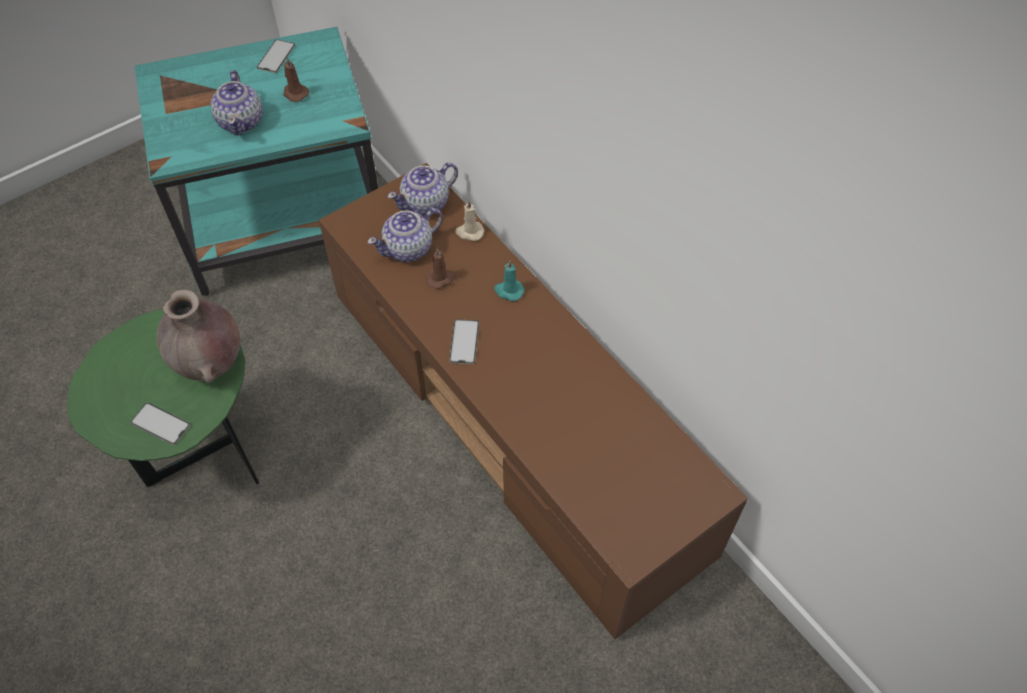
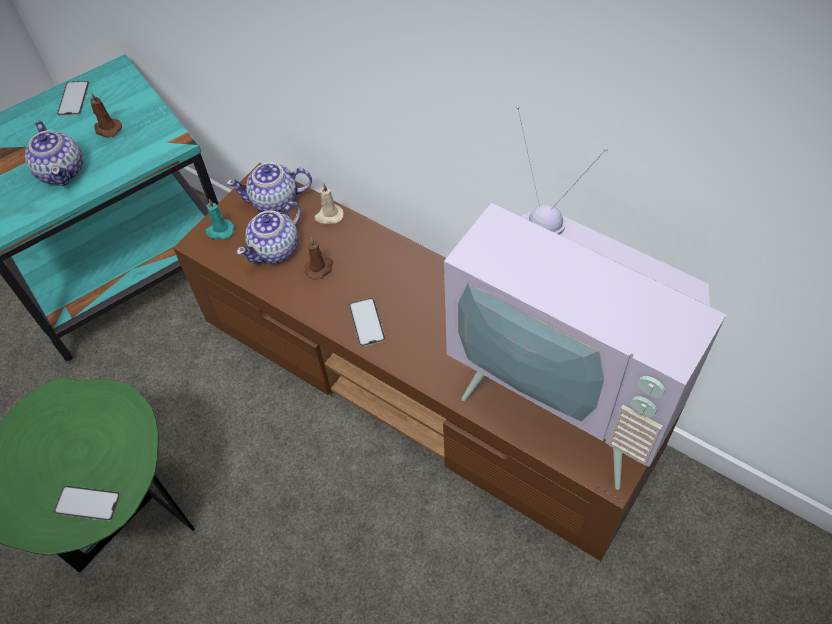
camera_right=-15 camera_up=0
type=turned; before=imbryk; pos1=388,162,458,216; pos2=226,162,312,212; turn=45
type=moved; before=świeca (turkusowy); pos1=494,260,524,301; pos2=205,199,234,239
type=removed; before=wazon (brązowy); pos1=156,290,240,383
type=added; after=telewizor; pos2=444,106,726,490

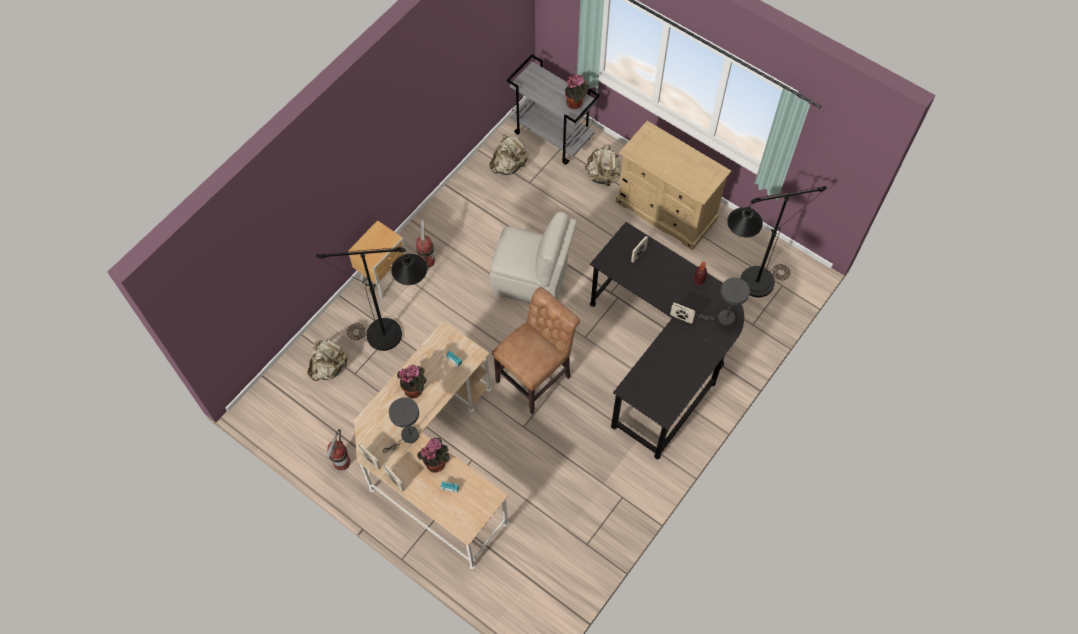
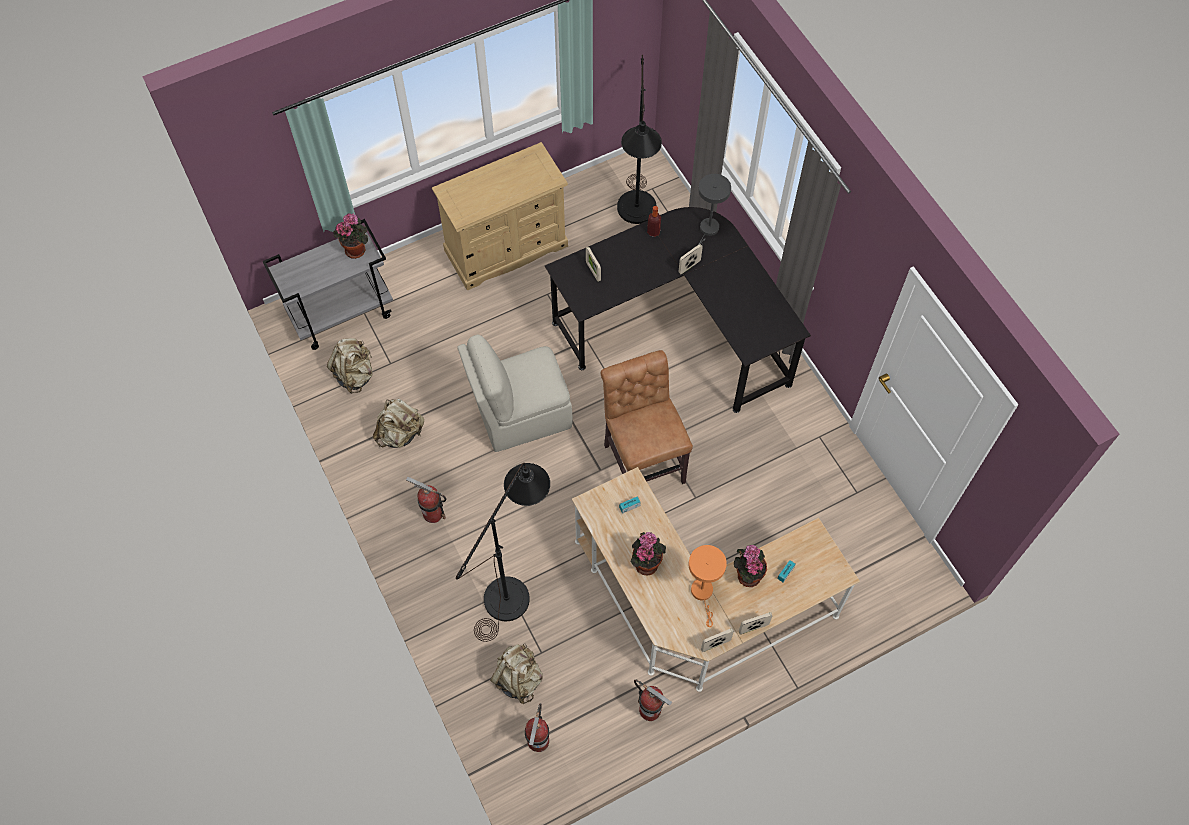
camera_right=-65 camera_up=0
type=moved; before=plecak (beżowy); pos1=585,144,621,186; pos2=373,399,424,448
type=turned; before=krzesło (beżowy); pos1=490,212,577,303; pos2=457,334,572,452; turn=-150
type=removed; before=szafka nocna (brązowy); pos1=348,220,406,298
type=recoloured; before=lampa stołowa (szary); after=lampa stołowa (pomarańczowy); pos1=383,398,419,453; pos2=689,545,727,627
type=added; after=gaśnica; pos2=525,703,549,752

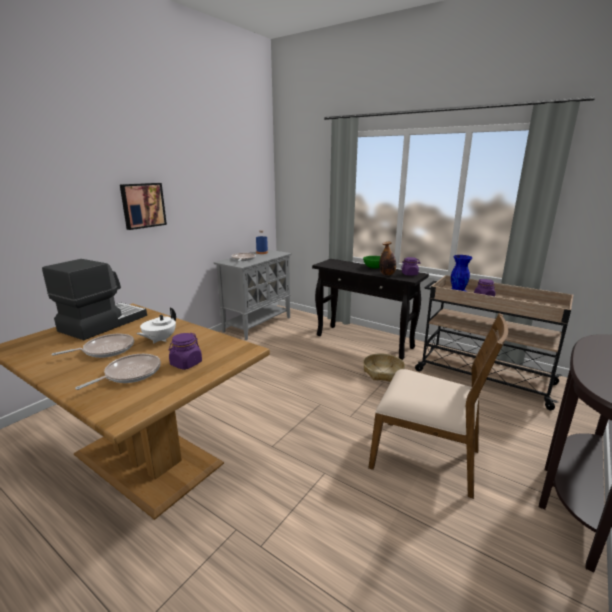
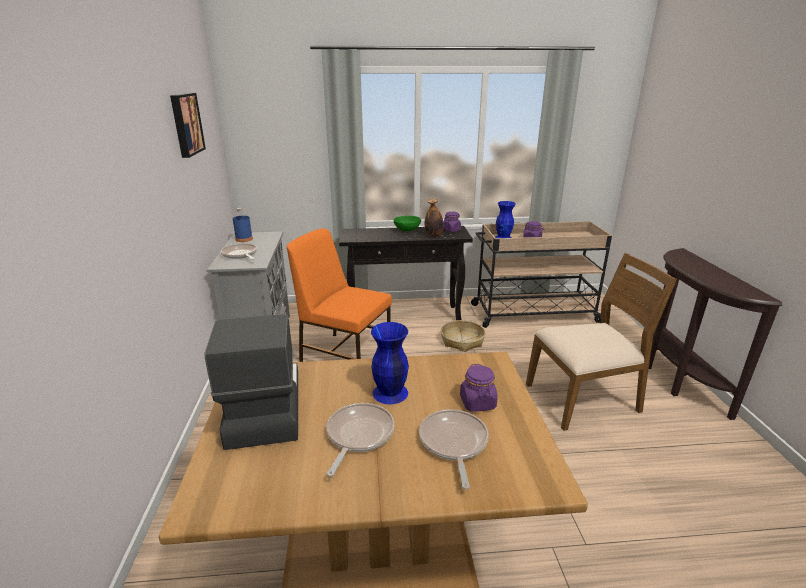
camera_right=-40 camera_up=5
type=moved; before=obraz; pos1=120,183,167,230; pos2=170,93,206,158
type=replaced; before=imbryk (biały); after=wazon (niebieski); pos1=136,308,176,344; pos2=371,322,409,404
type=added; after=krzesło (pomarańczowy); pos2=287,228,392,362

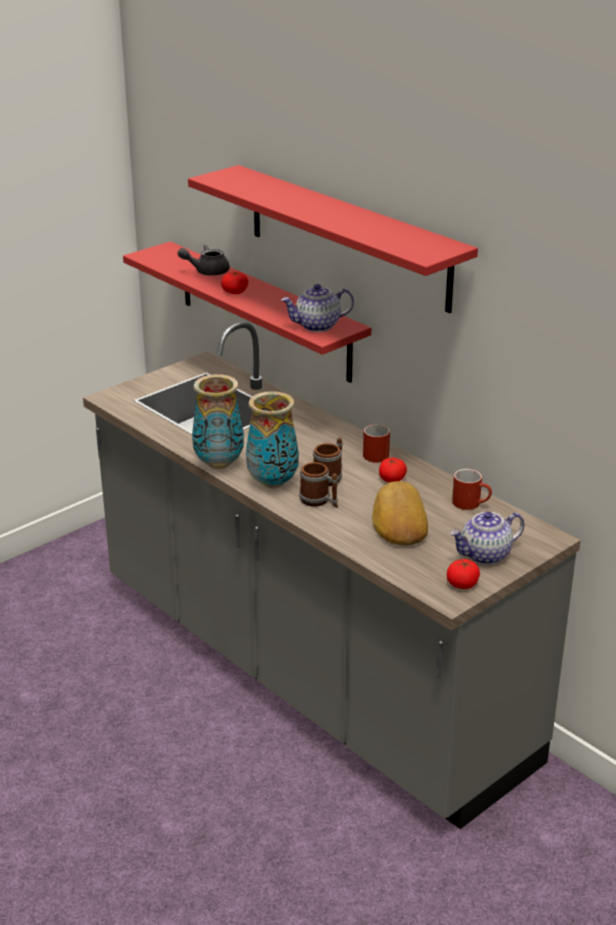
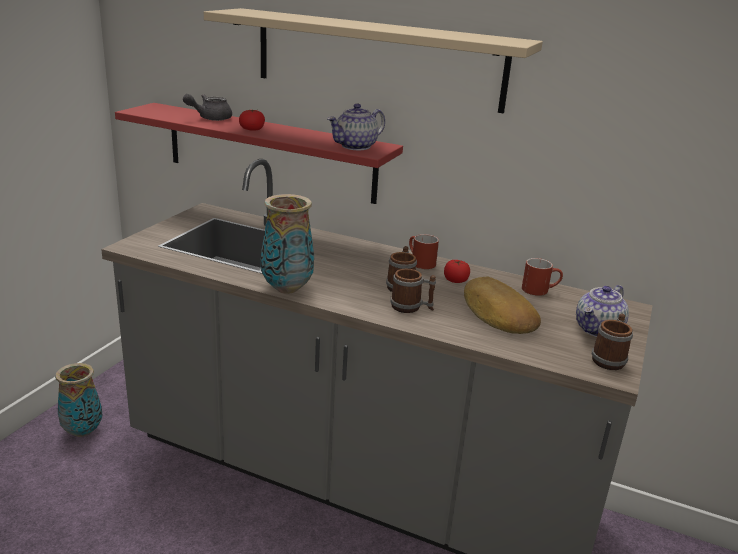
camera_right=-25 camera_up=-5
type=recoloured; before=półka (czerwony); after=półka (beżowy); pos1=188,165,478,313; pos2=204,8,543,114
type=moved; before=wazon; pos1=246,391,299,488; pos2=55,363,102,437
type=replaced; before=pomidor; after=kubek; pos1=447,559,480,589; pos2=592,313,633,370

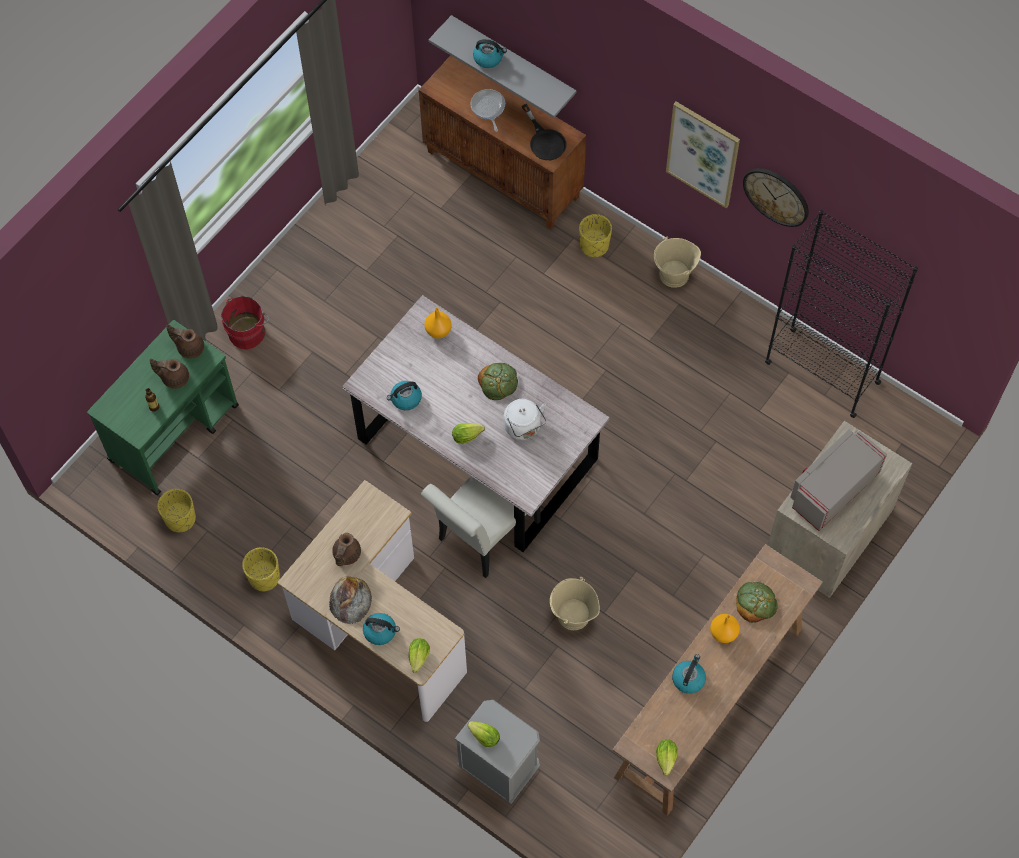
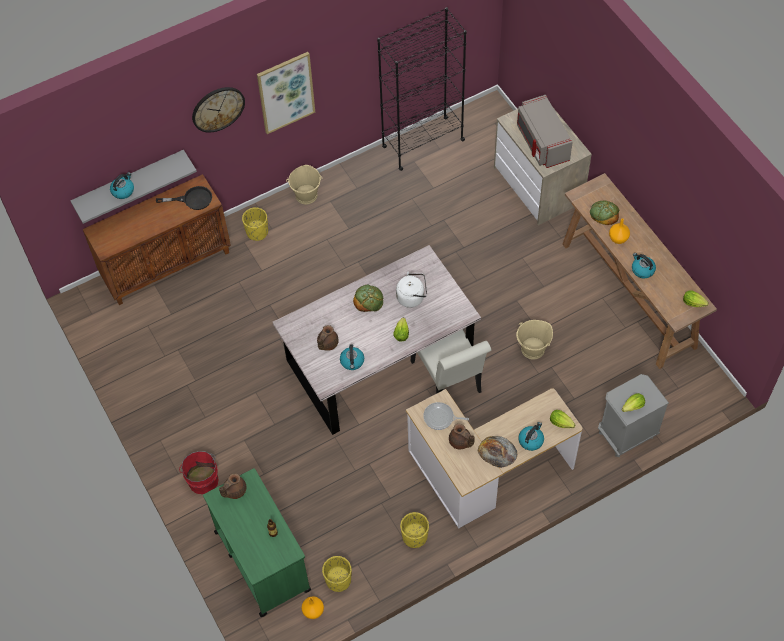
camera_right=-65 camera_up=-5
type=moved; before=patelnia; pos1=471,89,505,132; pos2=423,402,469,430
type=moved; before=zegar ścienny; pos1=743,168,809,227; pos2=192,87,245,132
type=moved; before=wazon (pomarańczowy); pos1=425,308,451,339; pos2=302,596,324,619
type=moved; before=imbryk (brązowy); pos1=149,359,189,389; pos2=317,325,339,351

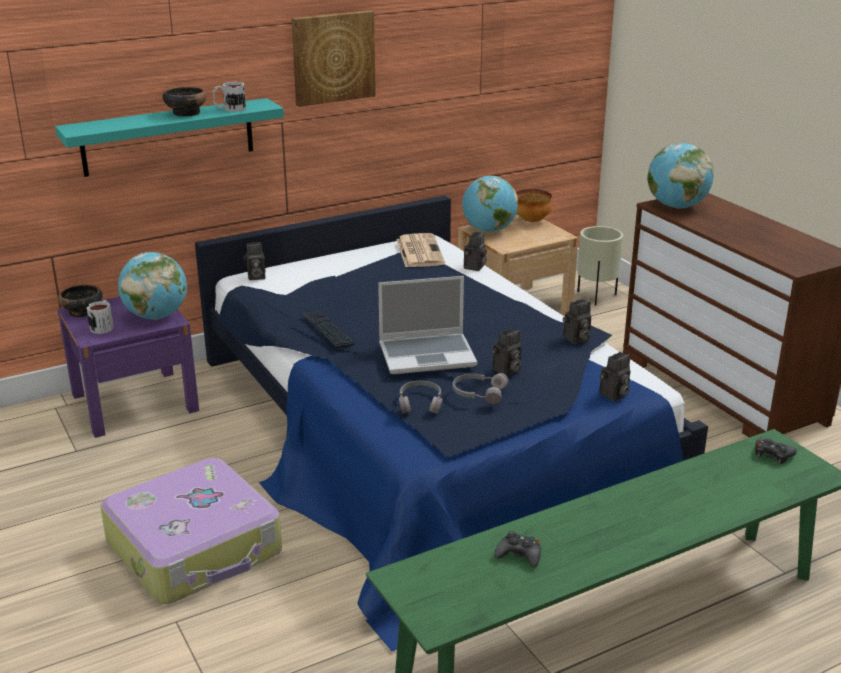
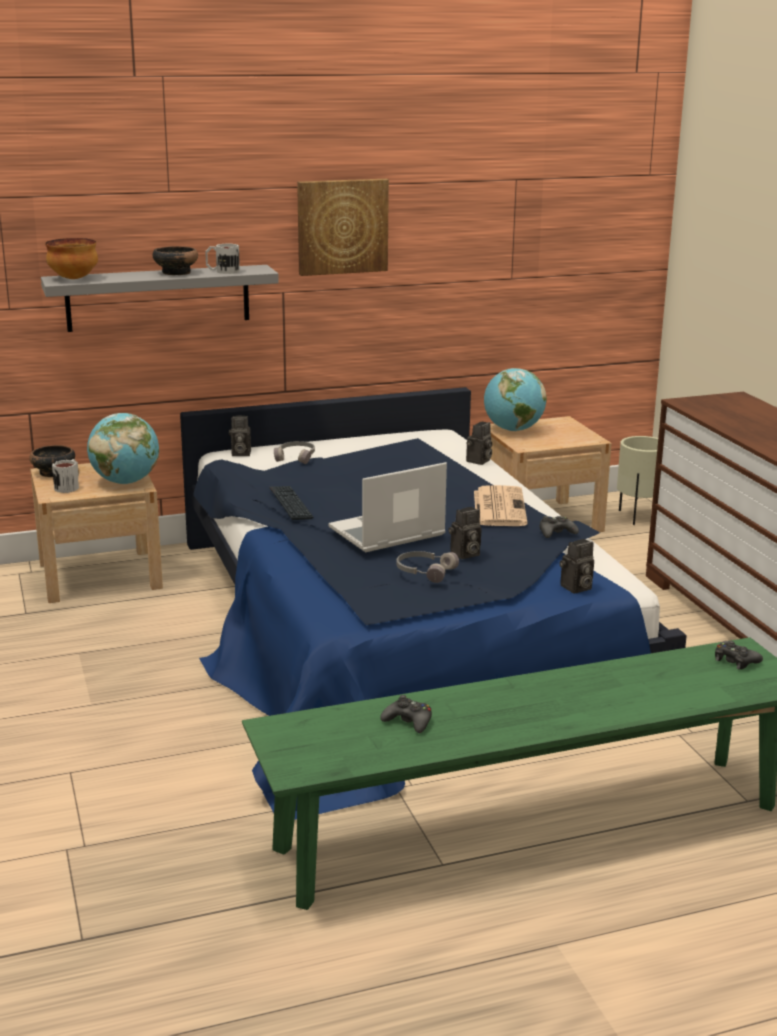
camera_right=10 camera_up=-5
type=recoloured; before=półka (turkusowy); after=półka (szary); pos1=55,98,284,177; pos2=41,265,279,332
type=removed; before=globus; pos1=647,143,714,208
type=moved; before=miska; pos1=516,189,552,222; pos2=45,238,98,279
type=moved; before=gazeta; pos1=396,233,445,267; pos2=474,485,528,526
type=turned; before=laptop; pos1=378,276,477,374; pos2=328,462,447,552; turn=150
type=recoloured; before=szafka nocna (fioletowy); after=szafka nocna (beżowy); pos1=58,297,199,438; pos2=30,463,163,603
type=replaced; before=aparat fotograficzny; after=pad do gier (czarny); pos1=563,299,591,344; pos2=540,516,579,538
type=moved; before=słuchawki (szary); pos1=399,381,443,414; pos2=274,441,315,464
type=removed; before=walizka; pos1=100,458,282,604

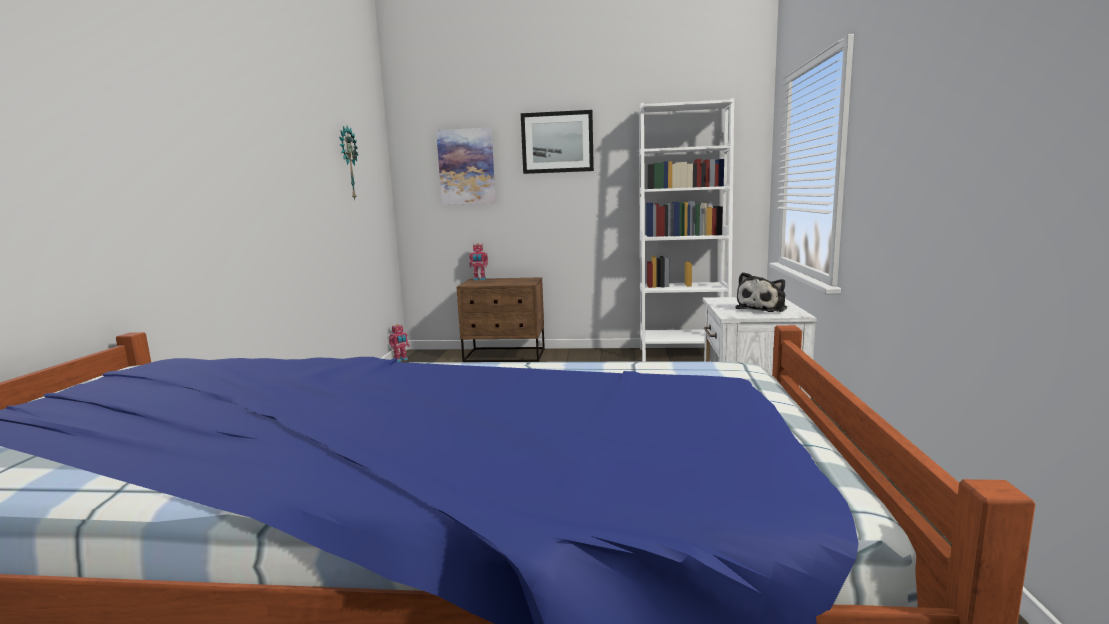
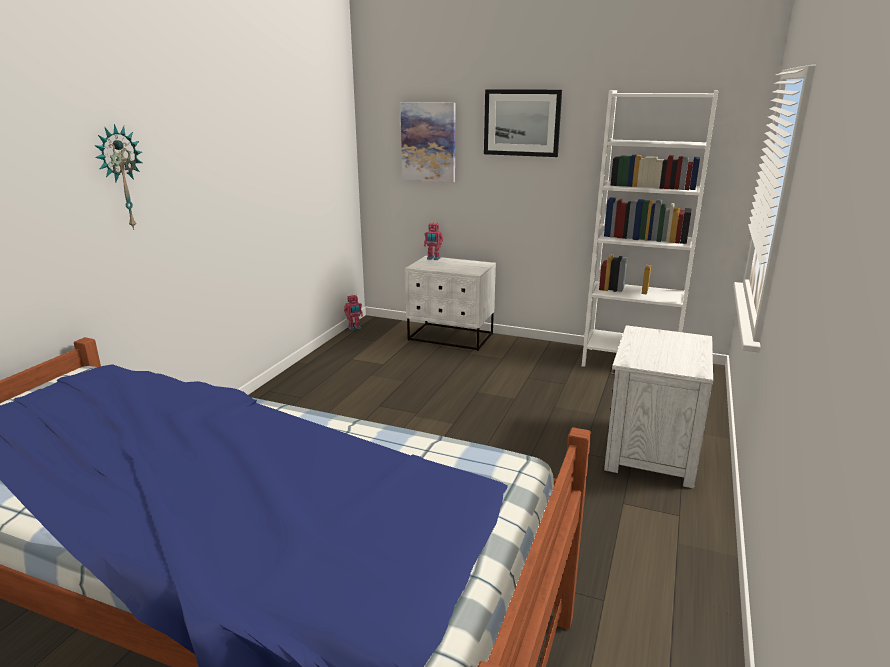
camera_right=15 camera_up=10
type=moved; before=zegar ścienny; pos1=339,126,358,200; pos2=94,124,142,230
type=removed; before=pluszak; pos1=735,272,787,312
type=recoloured; before=szafka nocna (brązowy); after=szafka nocna (biały); pos1=456,277,545,362; pos2=405,256,496,351

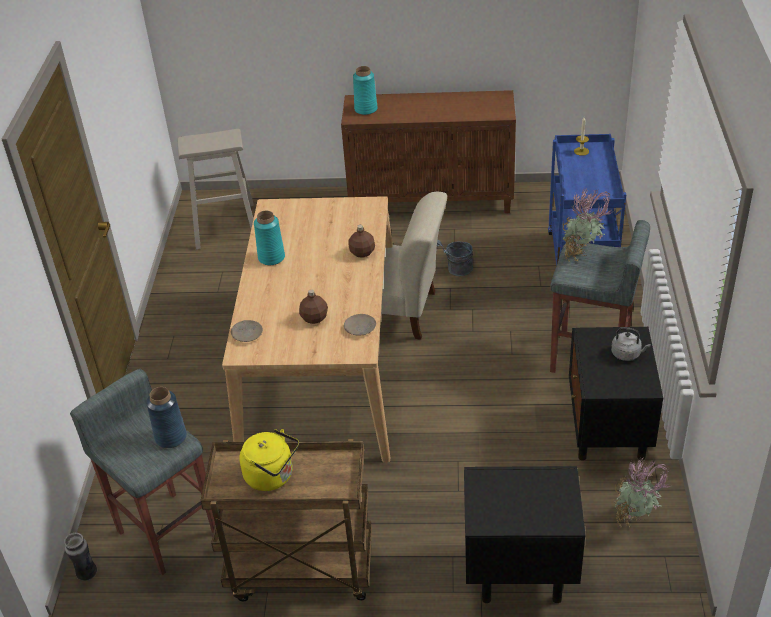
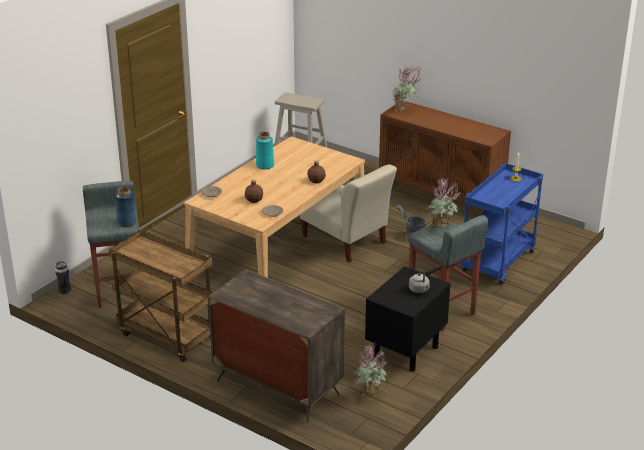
camera_right=30 camera_up=-10
type=replaced; before=wazon (turkusowy); after=roślina doniczkowa; pos1=353,66,378,115; pos2=393,66,422,113
type=removed; before=czajnik (żółty); pos1=239,429,299,491
type=replaced; before=szafka nocna (czarny); after=komoda; pos1=464,466,586,603; pos2=208,269,345,425

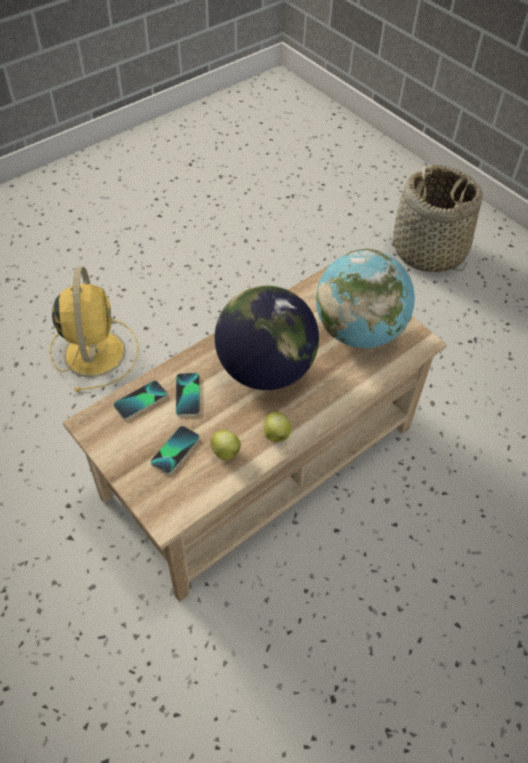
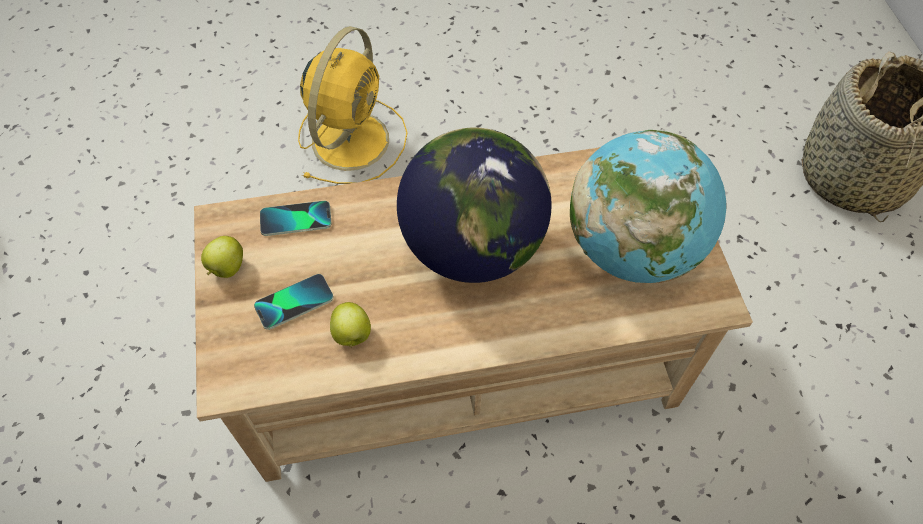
camera_right=30 camera_up=5
type=removed; before=telefon; pos1=176,373,200,416
type=moved; before=jabłko; pos1=263,412,291,442; pos2=201,236,243,278

